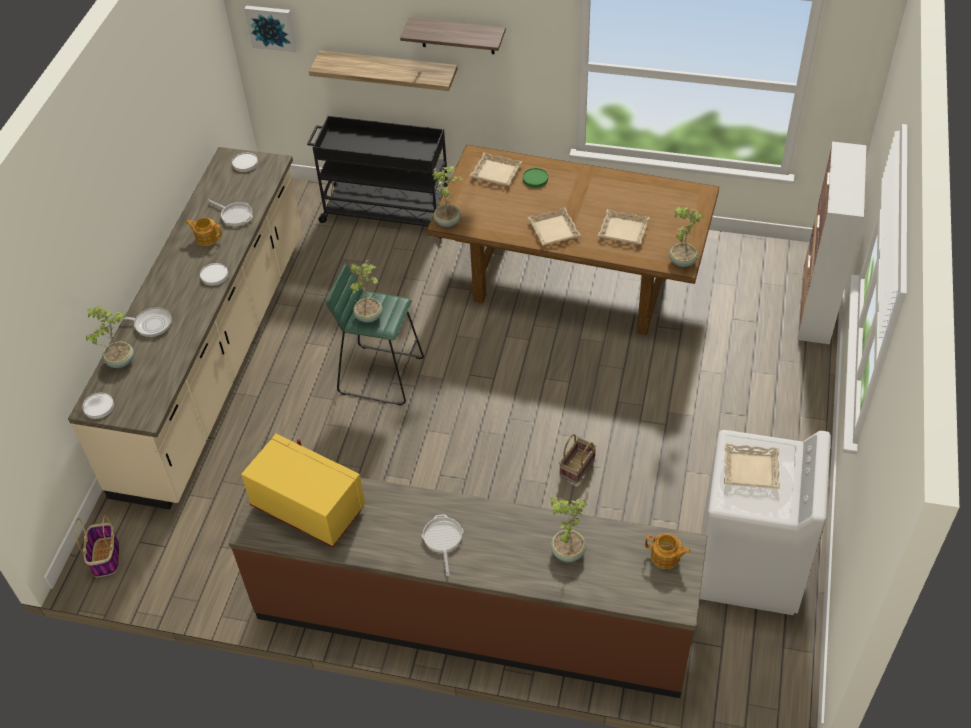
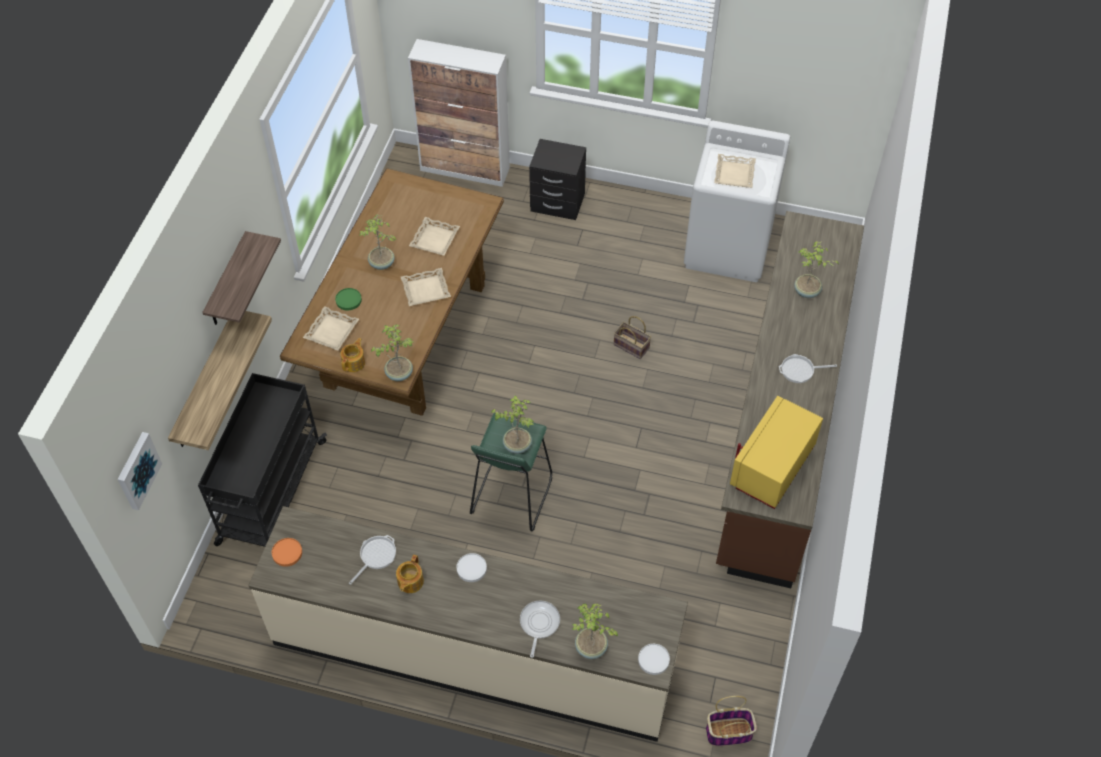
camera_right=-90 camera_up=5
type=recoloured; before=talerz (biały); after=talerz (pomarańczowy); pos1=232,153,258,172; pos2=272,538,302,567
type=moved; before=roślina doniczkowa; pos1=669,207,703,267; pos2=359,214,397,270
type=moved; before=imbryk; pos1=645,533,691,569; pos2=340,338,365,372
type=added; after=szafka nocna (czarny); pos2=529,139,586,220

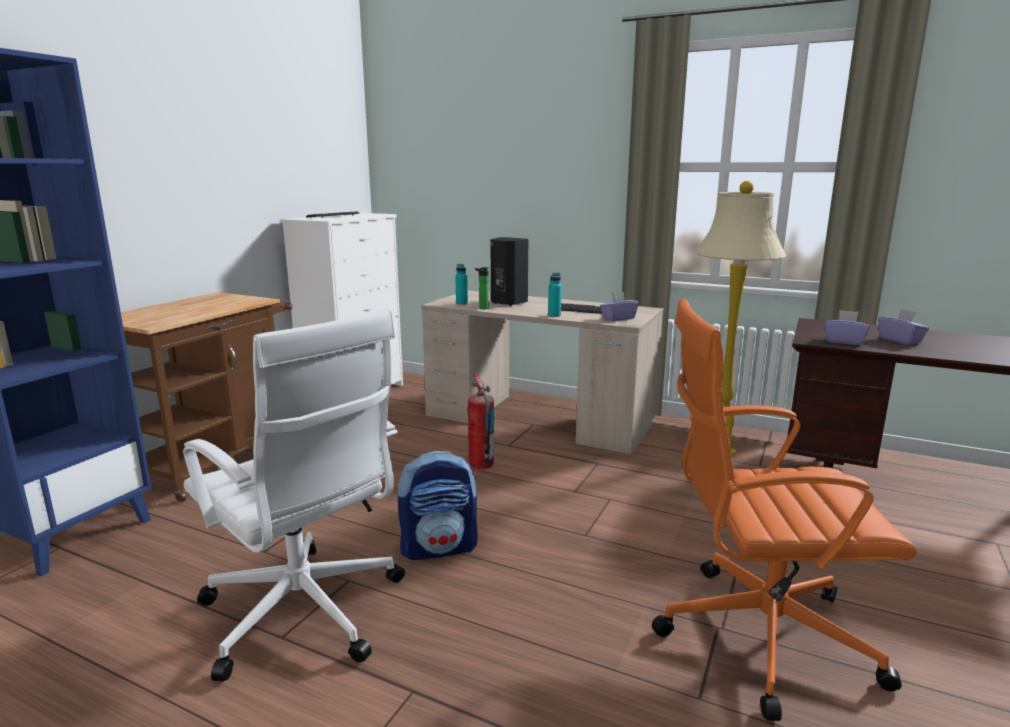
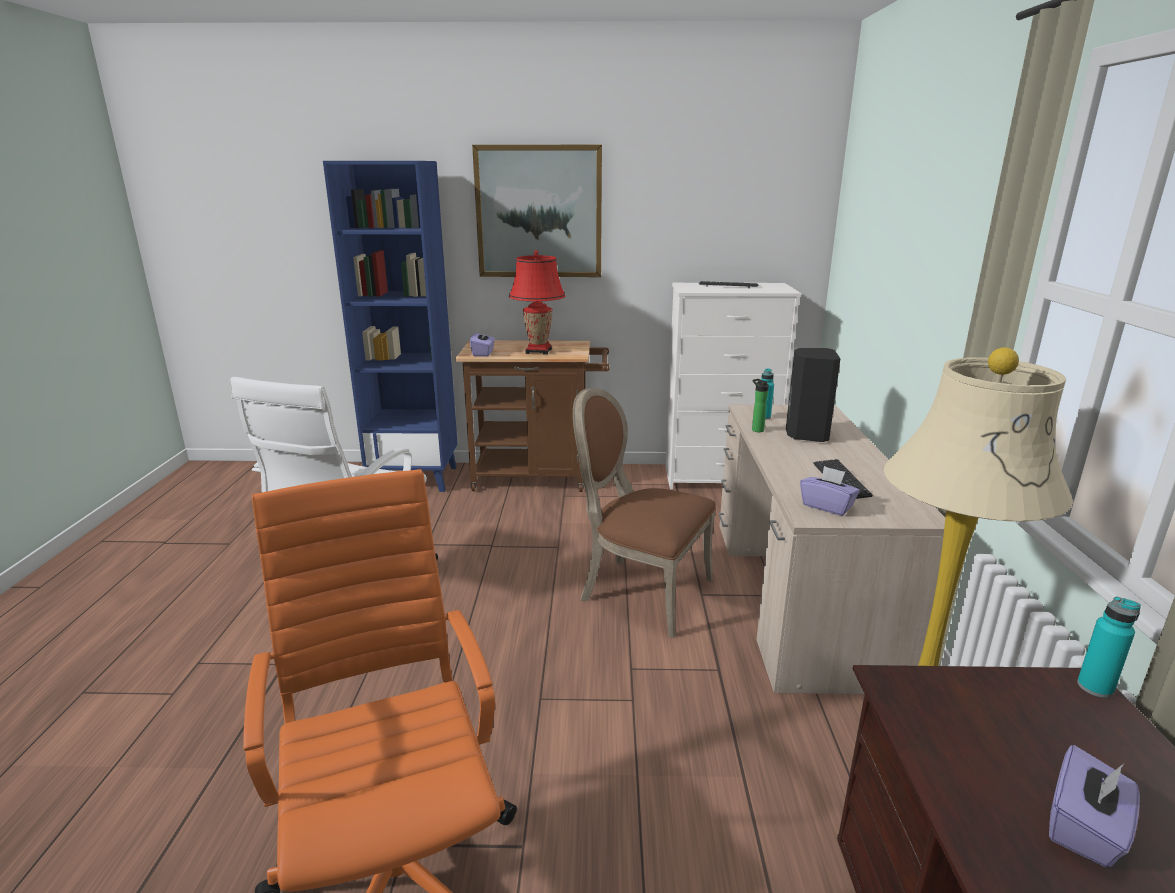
camera_right=65 camera_up=5
type=moved; before=butelka (turkusowy); pos1=548,272,562,317; pos2=1077,597,1141,698
type=moved; before=pudełko chusteczek (fioletowy); pos1=824,310,870,345; pos2=470,329,495,357
type=replaced; before=gaśnica; after=krzesło (brązowy); pos1=467,374,494,469; pos2=573,388,716,638
type=removed; before=plecak; pos1=398,451,478,560
type=added; after=obraz; pos2=472,145,602,277
type=added; after=lampa stołowa (czerwony); pos2=509,250,565,355

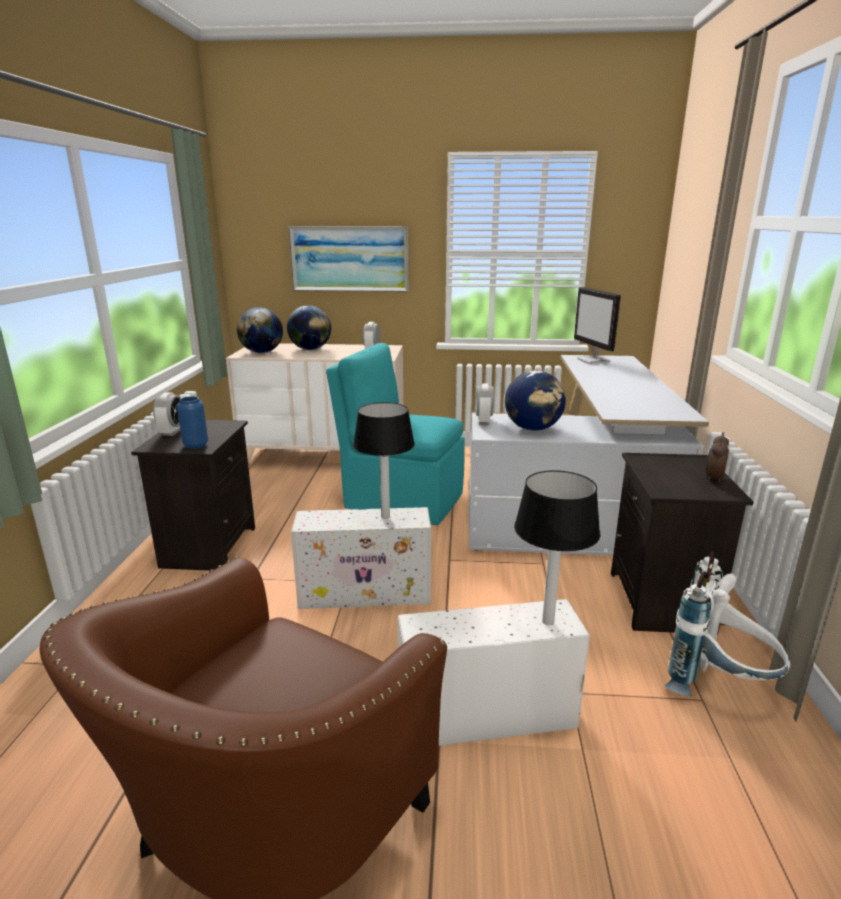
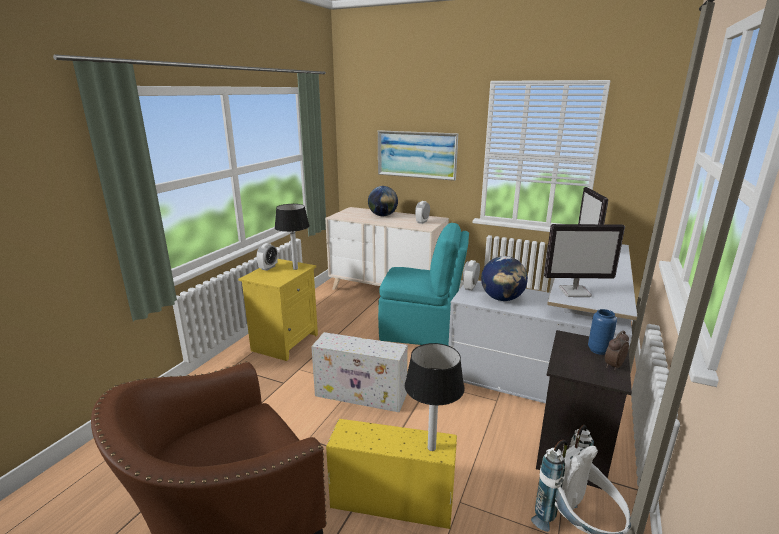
camera_right=20 camera_up=0
type=removed; before=globus; pos1=237,307,283,353
type=turned; before=krzesło (turkusowy); pos1=326,343,465,525; pos2=378,223,469,345; turn=150
type=moved; before=wazon (niebieski); pos1=177,396,208,449; pos2=588,309,617,355
type=moved; before=lampa stołowa; pos1=353,402,415,519; pos2=275,204,310,270
type=recoloured; before=szafka nocna (czarny); after=szafka nocna (żółty); pos1=131,420,255,571; pos2=238,259,318,361
type=recoloured; before=pojemnik do przechowywania (biały); after=pojemnik do przechowywania (żółty); pos1=398,599,590,746; pos2=326,419,457,529
type=added; after=monitor; pos2=544,224,625,297

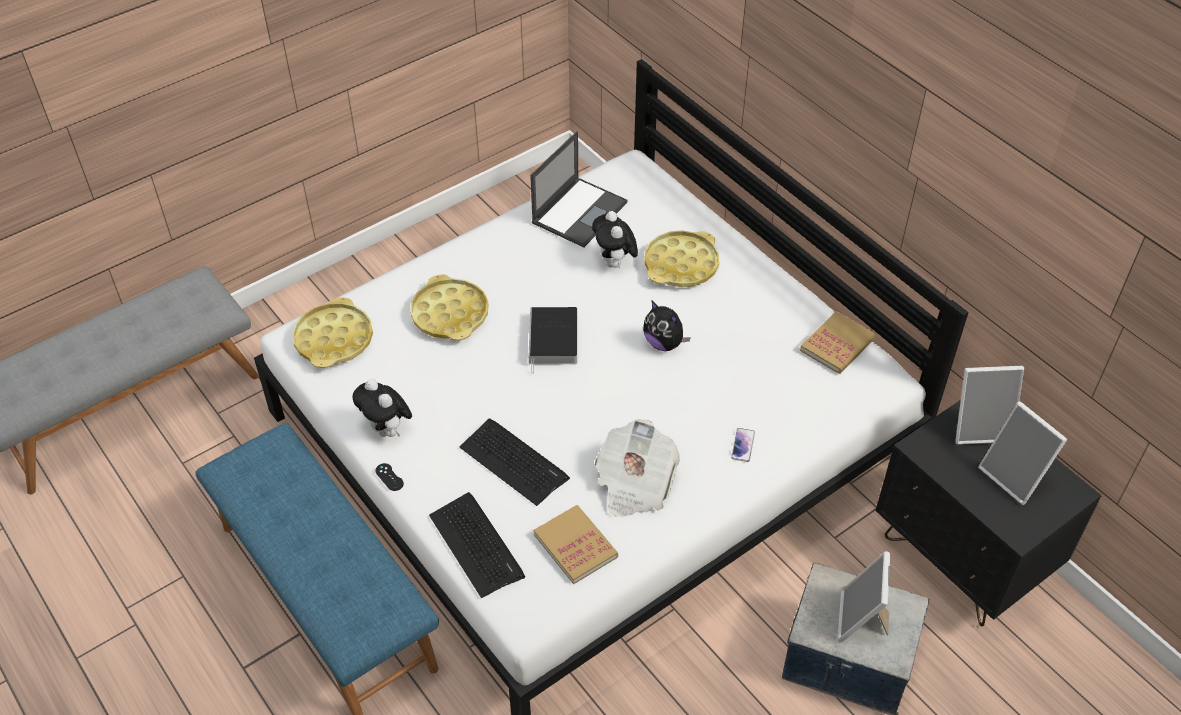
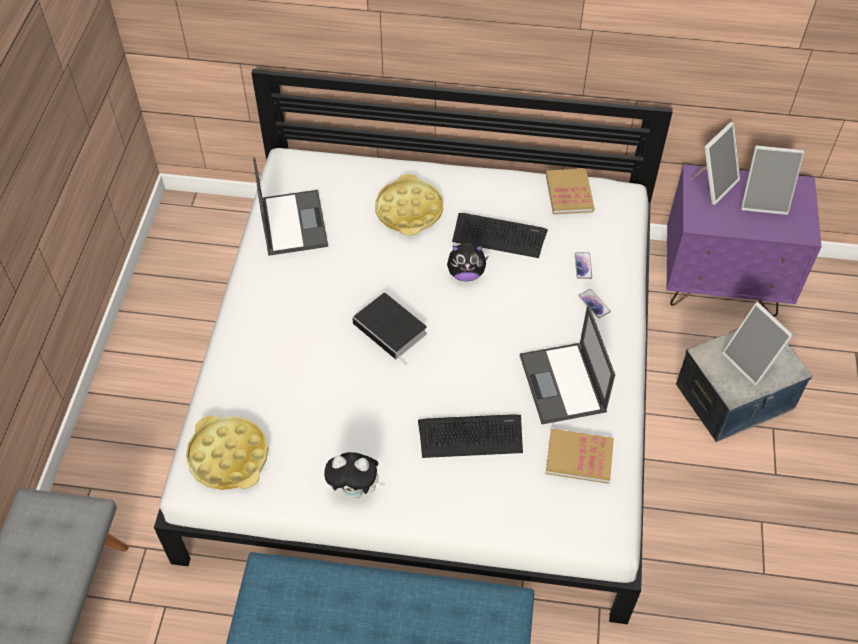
camera_right=-45 camera_up=5
type=removed; before=pluszak; pos1=592,211,638,268
type=removed; before=taca (żółty); pos1=410,274,488,341
type=recoloured; before=szafka nocna (czarny); after=szafka nocna (fioletowy); pos1=875,400,1102,626; pos2=667,164,822,317
type=replaced; before=gazeta; after=laptop; pos1=595,419,680,517; pos2=520,305,615,424
type=removed; before=pad do gier (czarny); pos1=375,463,404,491
type=moved; before=klawiatura; pos1=429,492,525,598; pos2=452,213,548,258
type=added; after=telefon; pos2=575,252,592,279

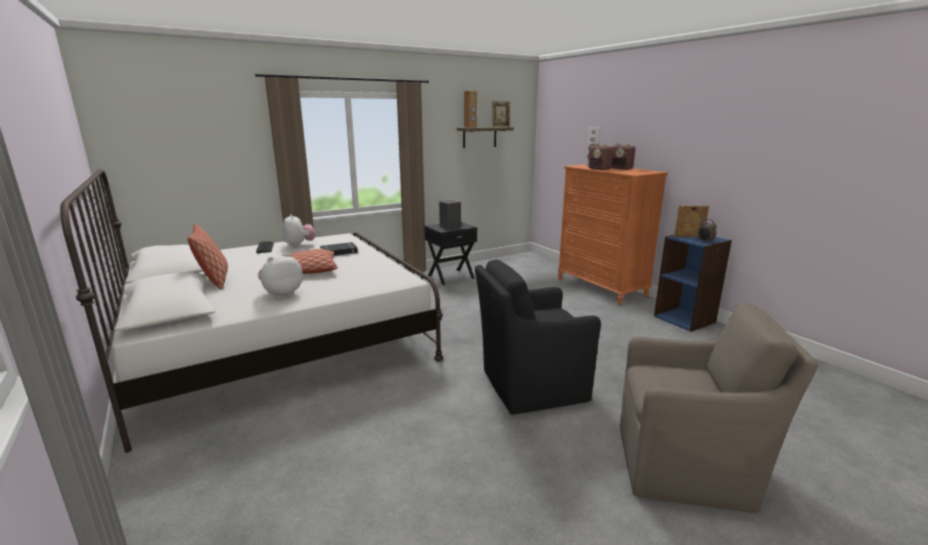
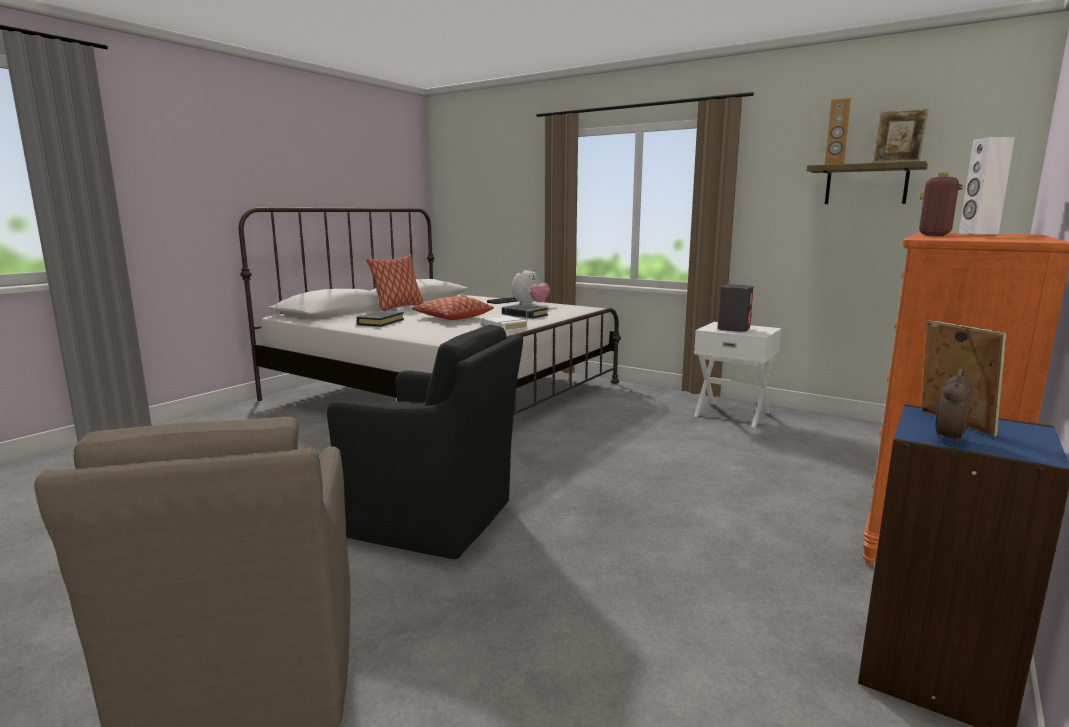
camera_right=65 camera_up=-5
type=removed; before=radio; pos1=611,144,635,170
type=recoloured; before=szafka nocna (czarny); after=szafka nocna (biały); pos1=425,222,477,285; pos2=694,322,782,428
type=replaced; before=pluszak; after=książka (czarny); pos1=258,253,303,299; pos2=357,311,404,327
type=turned; before=fotel (czarny); pos1=475,260,601,415; pos2=327,325,523,559; turn=150
type=added; after=książka (biały); pos2=480,314,528,332

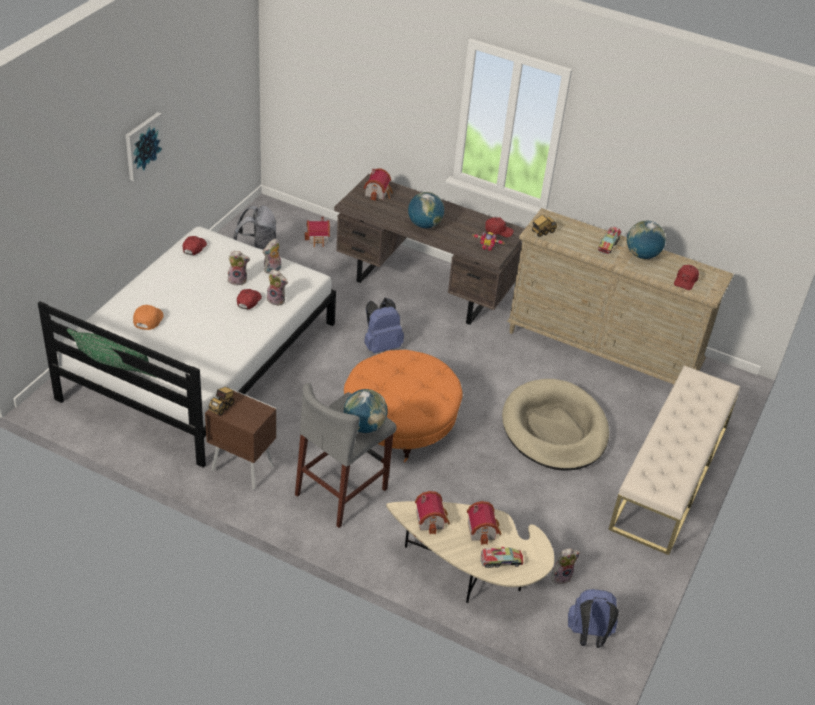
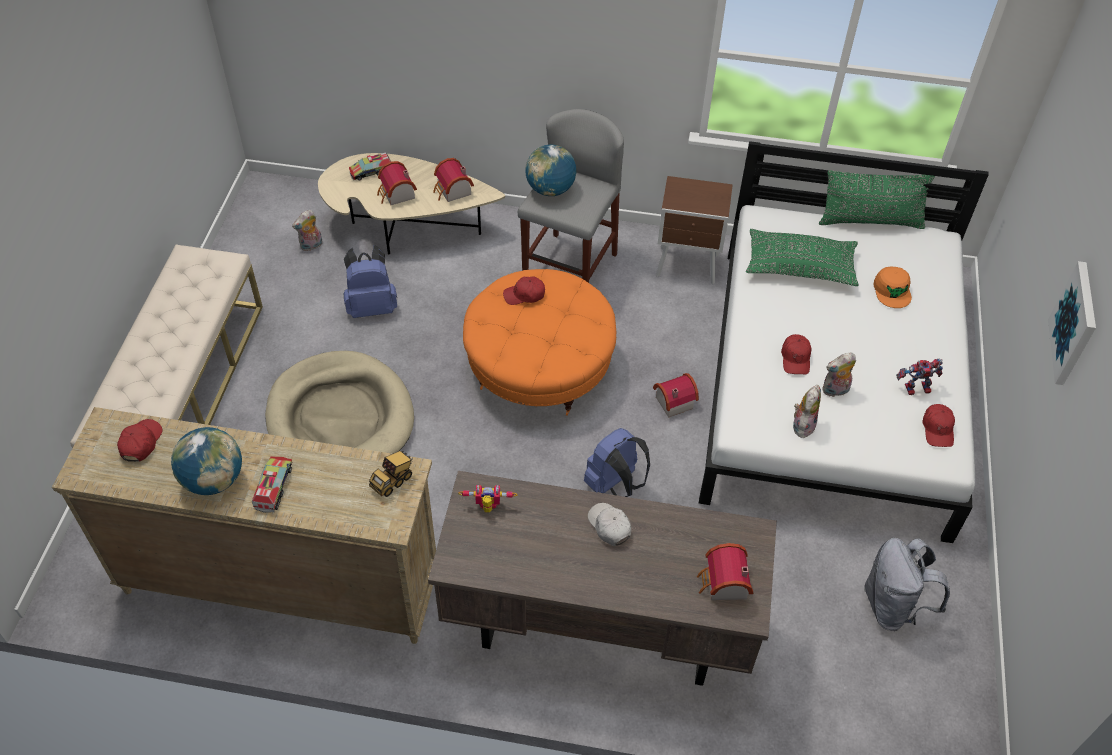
camera_right=165 camera_up=10
type=replaced; before=globus; after=czapka z daszkiem (biały); pos1=408,192,444,228; pos2=588,503,631,546
type=moved; before=domek; pos1=305,217,330,247; pos2=653,373,699,418
type=moved; before=czapka z daszkiem (czerwony); pos1=485,217,514,237; pos2=503,277,545,305
type=removed; before=pluszak; pos1=267,269,288,306
type=removed; before=ciężarówka zabawkowa; pos1=208,387,234,416
type=moved; before=plecak (niebieski); pos1=568,589,619,648; pos2=344,245,397,318
type=added; after=poduszka (zielony); pos2=746,229,858,286
type=added; after=robot zabawkowy; pos2=896,359,943,395

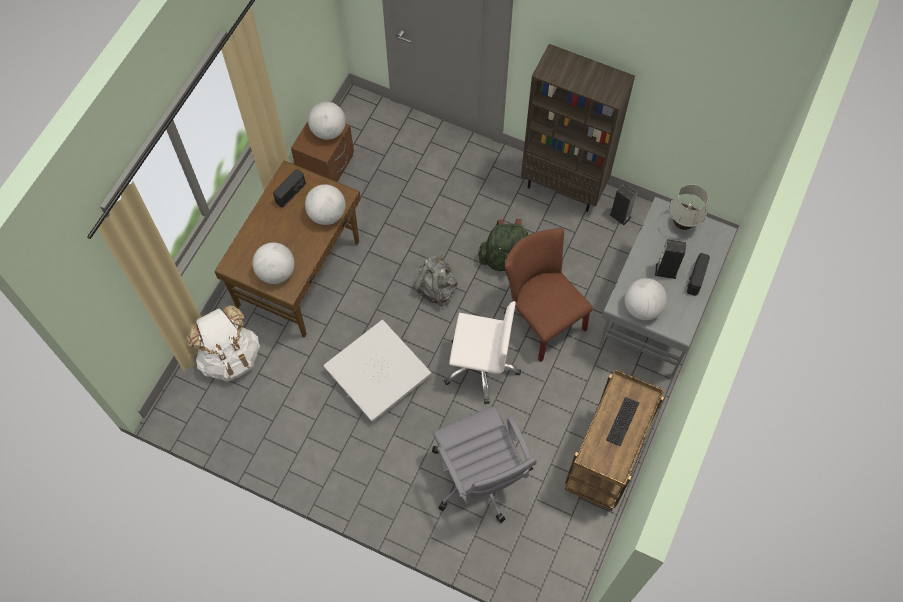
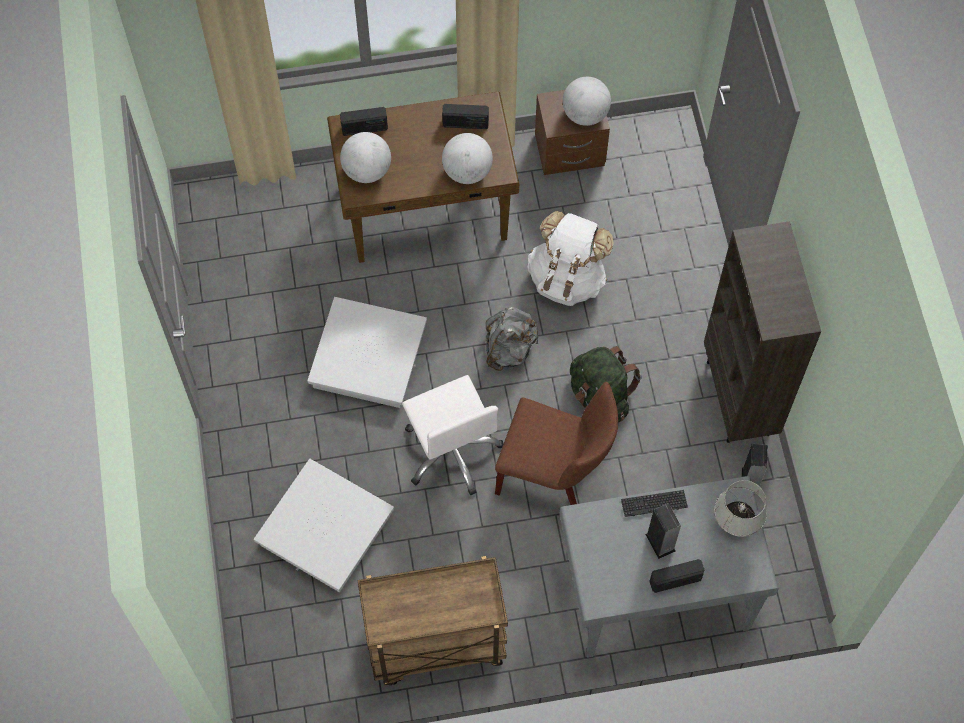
camera_right=55 camera_up=0
type=turned; before=krzesło (brązowy); pos1=504,228,593,362; pos2=495,382,618,505; turn=90
type=removed; before=globus; pos1=624,278,667,320
type=moved; before=plecak (biały); pos1=186,305,260,382; pos2=527,211,614,306
type=moved; before=klawiatura; pos1=606,397,639,446; pos2=621,490,688,517
type=replaced; before=krzesło biurowe (szary); after=pojemnik do przechowywania (biały); pos1=432,406,536,523; pos2=254,459,394,592
type=added; after=radio; pos2=340,107,388,136

